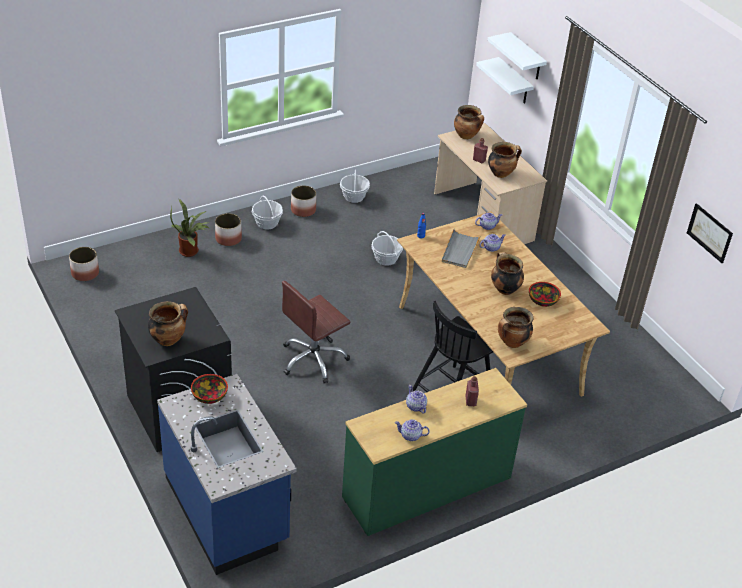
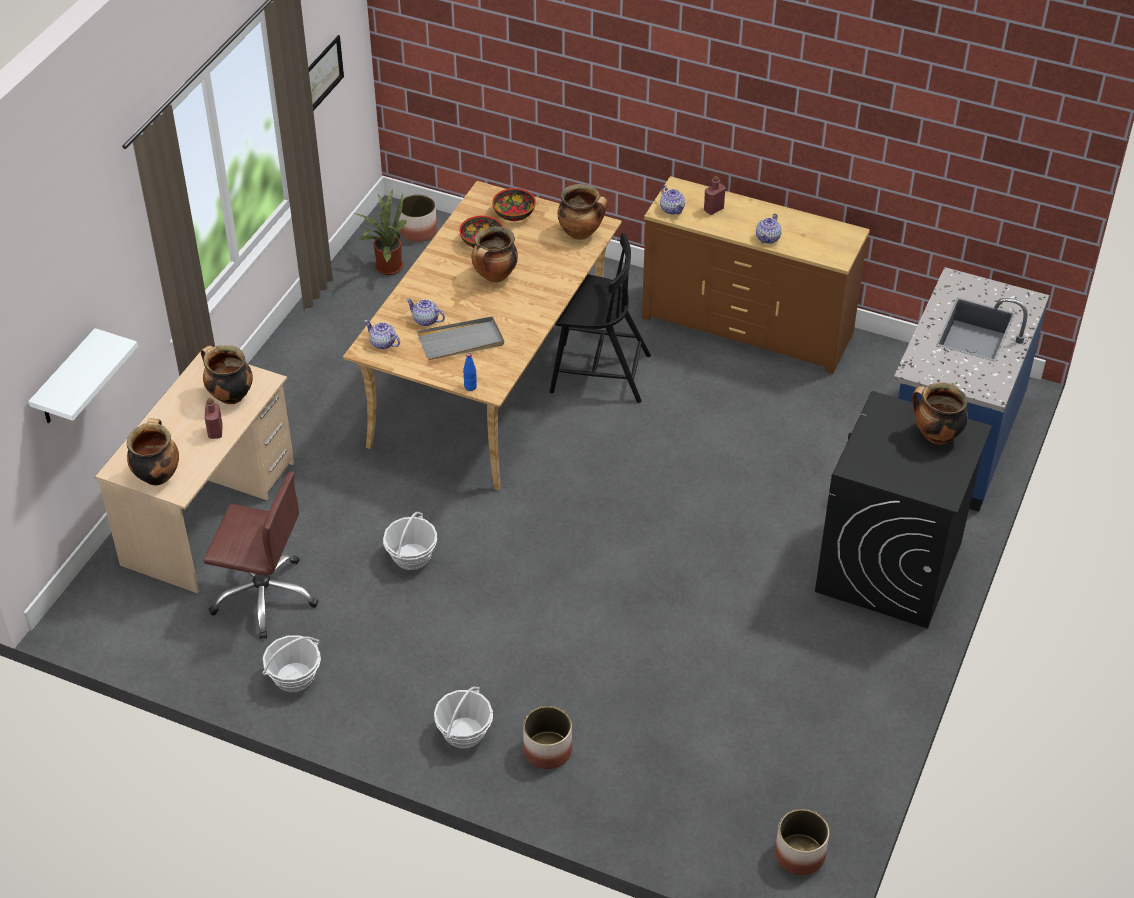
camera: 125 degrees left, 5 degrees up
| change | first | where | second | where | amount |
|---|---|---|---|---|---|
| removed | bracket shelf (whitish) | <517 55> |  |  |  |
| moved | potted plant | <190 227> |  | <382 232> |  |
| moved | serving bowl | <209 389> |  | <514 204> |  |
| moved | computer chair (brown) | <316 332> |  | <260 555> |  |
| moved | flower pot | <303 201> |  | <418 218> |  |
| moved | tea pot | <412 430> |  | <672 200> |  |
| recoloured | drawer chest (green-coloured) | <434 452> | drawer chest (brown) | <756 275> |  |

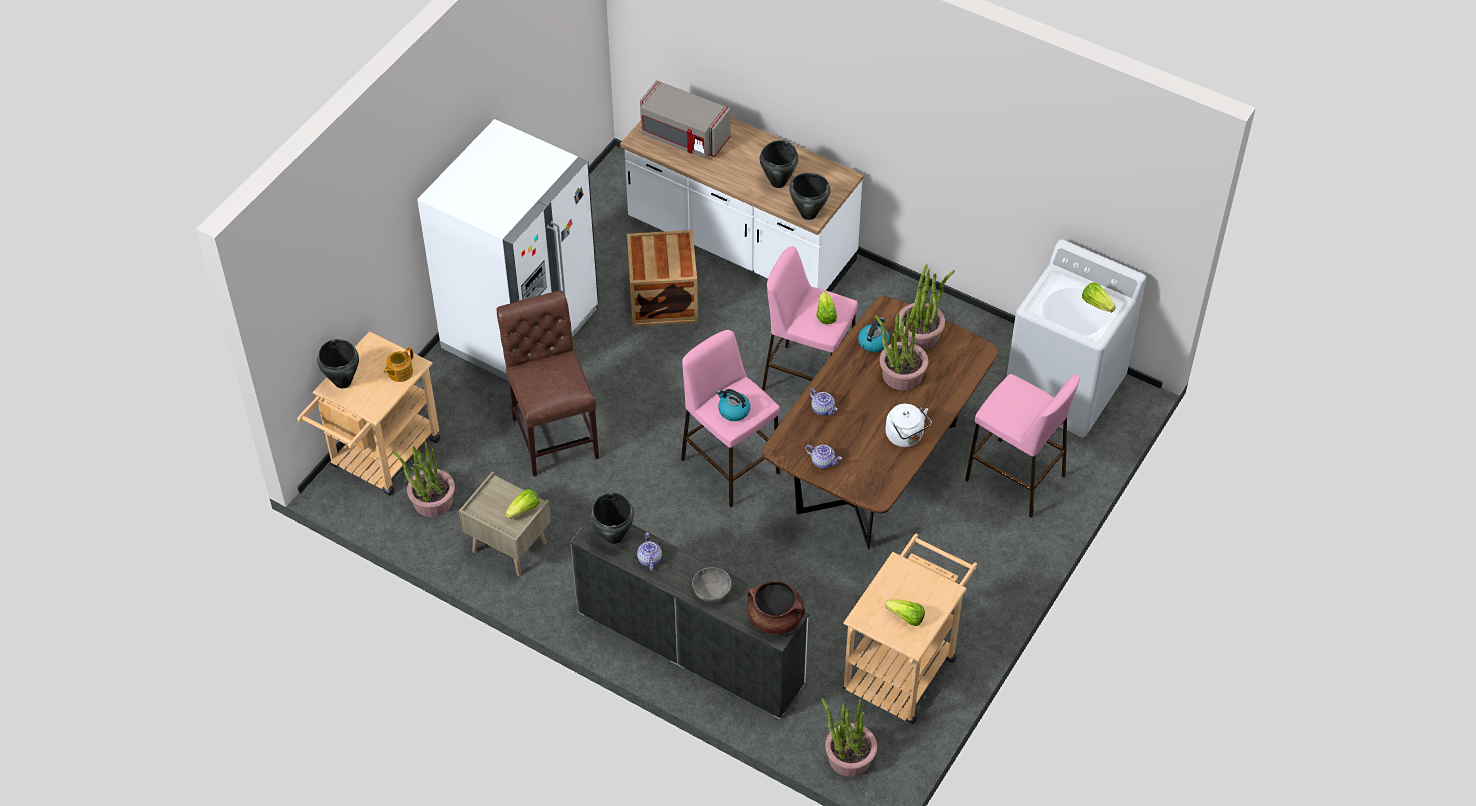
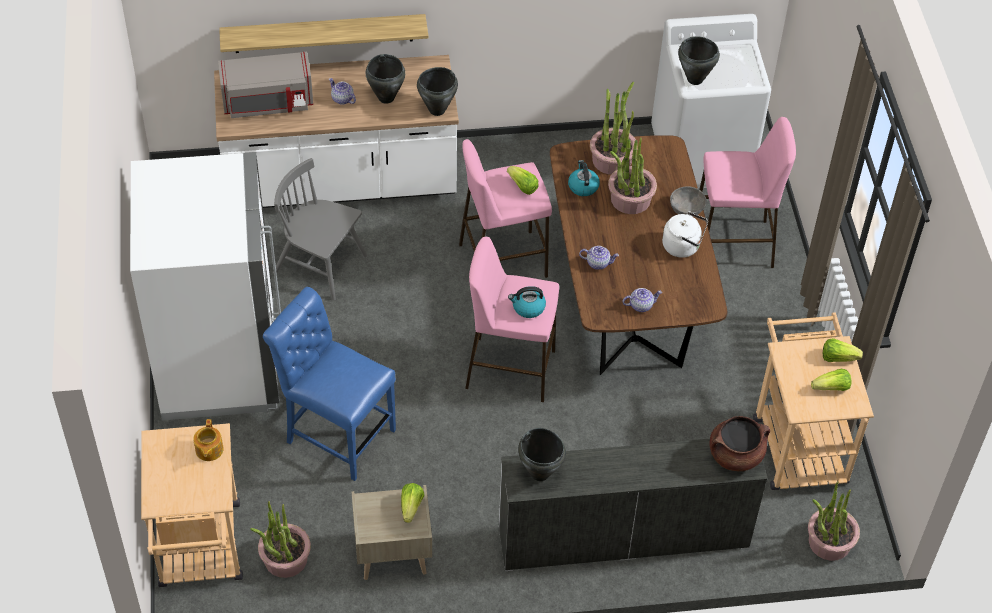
camera: 40 degrees left, 0 degrees up
| change | first | where | second | where | amount |
|---|---|---|---|---|---|
| added |  |  | bracket shelf | <323 33> |  |
| moved | stockpot (blackish) | <338 363> |  | <699 60> |  |
| moved | tea pot | <649 551> |  | <342 91> |  |
| moved | serving bowl (gray) | <712 584> |  | <688 201> |  |
| moved | lettuce head | <1099 297> |  | <843 350> |  |
| replaced | crate | <662 278> | chair (gray) | <320 229> |  |
| recoloured | chair (brown) | <547 384> | chair (bluish) | <329 384> |  |

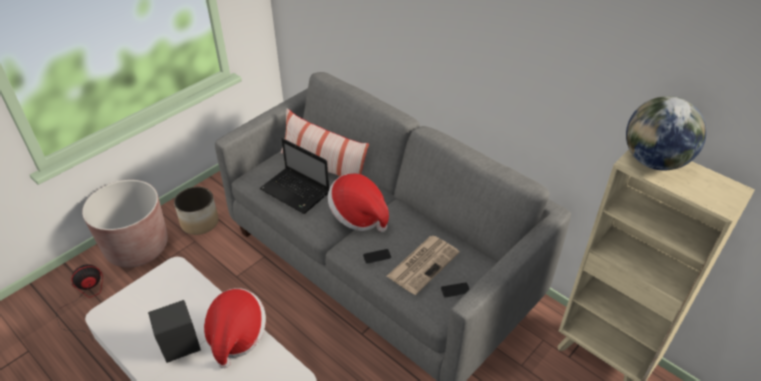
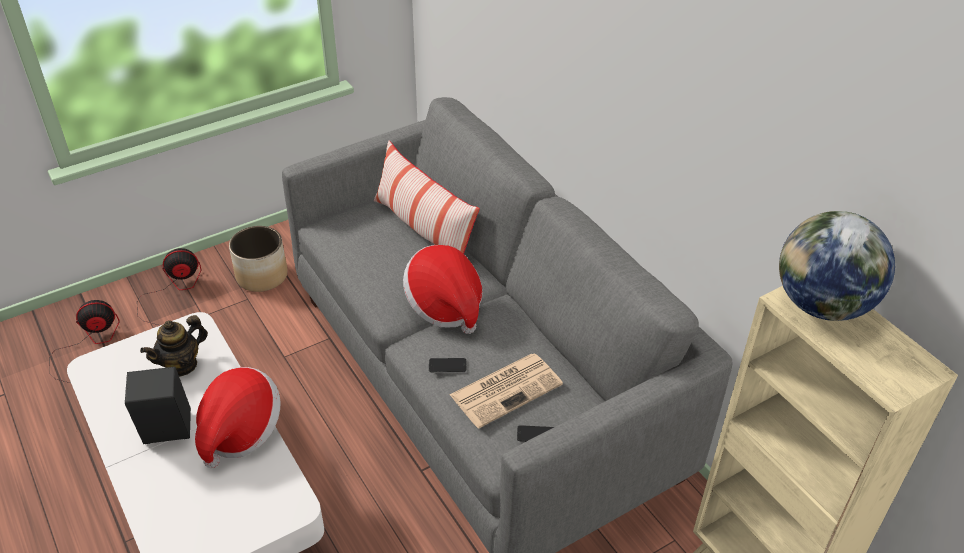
camera: 15 degrees right, 0 degrees up
| change | first | where | second | where | amount |
|---|---|---|---|---|---|
| removed | notebook computer | <294 176> |  |  |  |
| added |  |  | tea pot | <174 346> |  |
| replaced | flower pot (brown) | <125 224> | cooling fan | <169 286> |  |

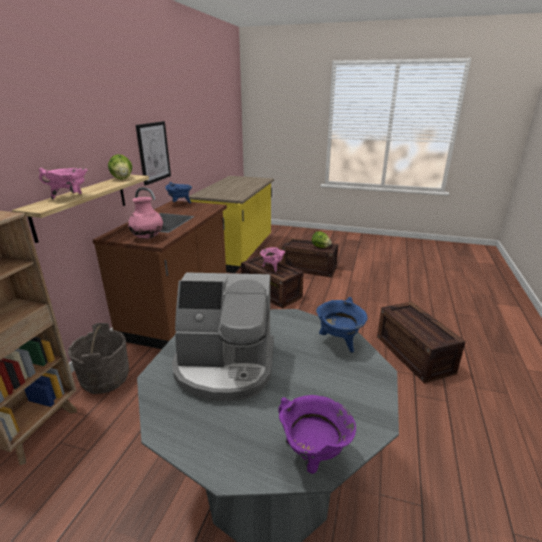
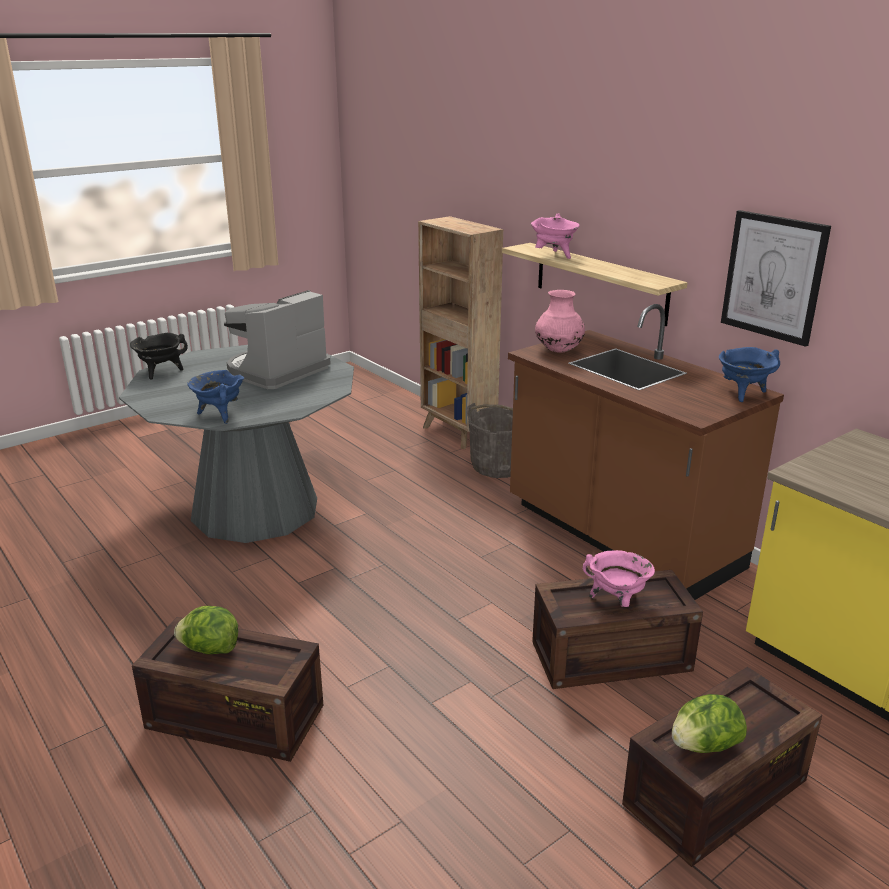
camera: 125 degrees right, 0 degrees up
| change | first | where | second | where | amount |
|---|---|---|---|---|---|
| moved | lettuce head | <120 167> |  | <206 630> |  |
| recoloured | stockpot (purple-coloured) | <317 434> | stockpot (blackish) | <159 356> |  |

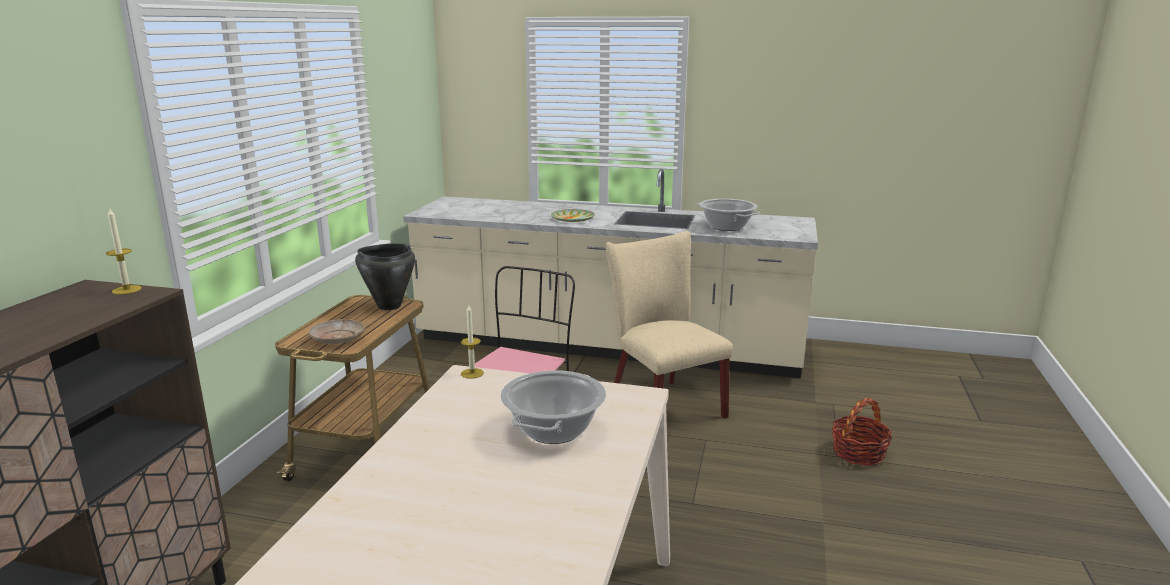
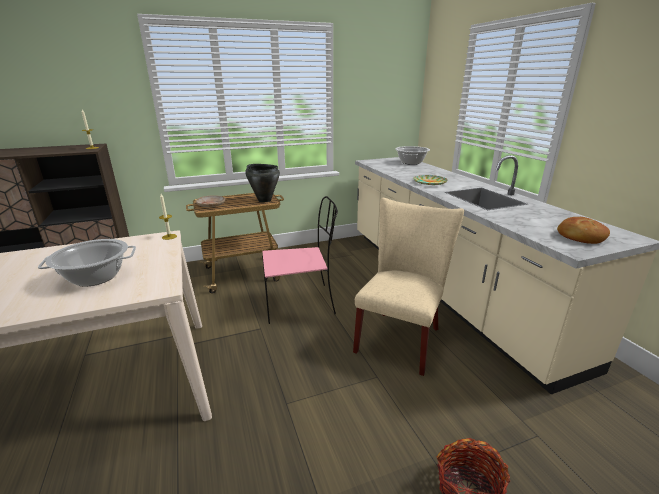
camera: 55 degrees right, 5 degrees up
| change | first | where | second | where | amount |
|---|---|---|---|---|---|
| added |  |  | bread | <583 230> |  |
| moved | stockpot | <729 215> |  | <412 155> |  |

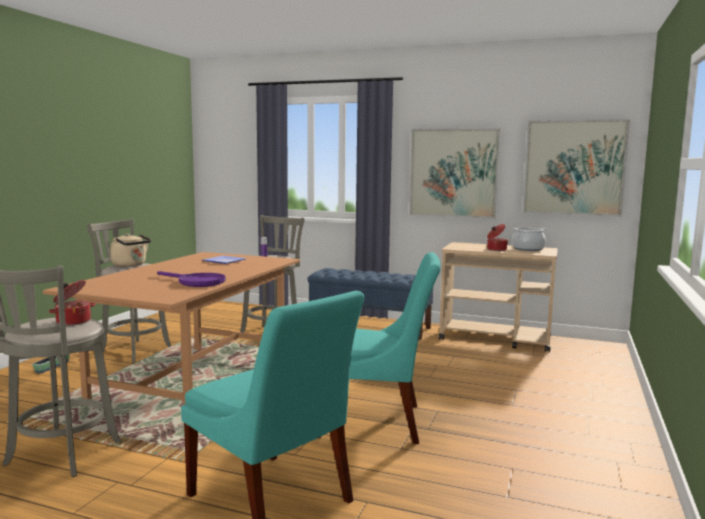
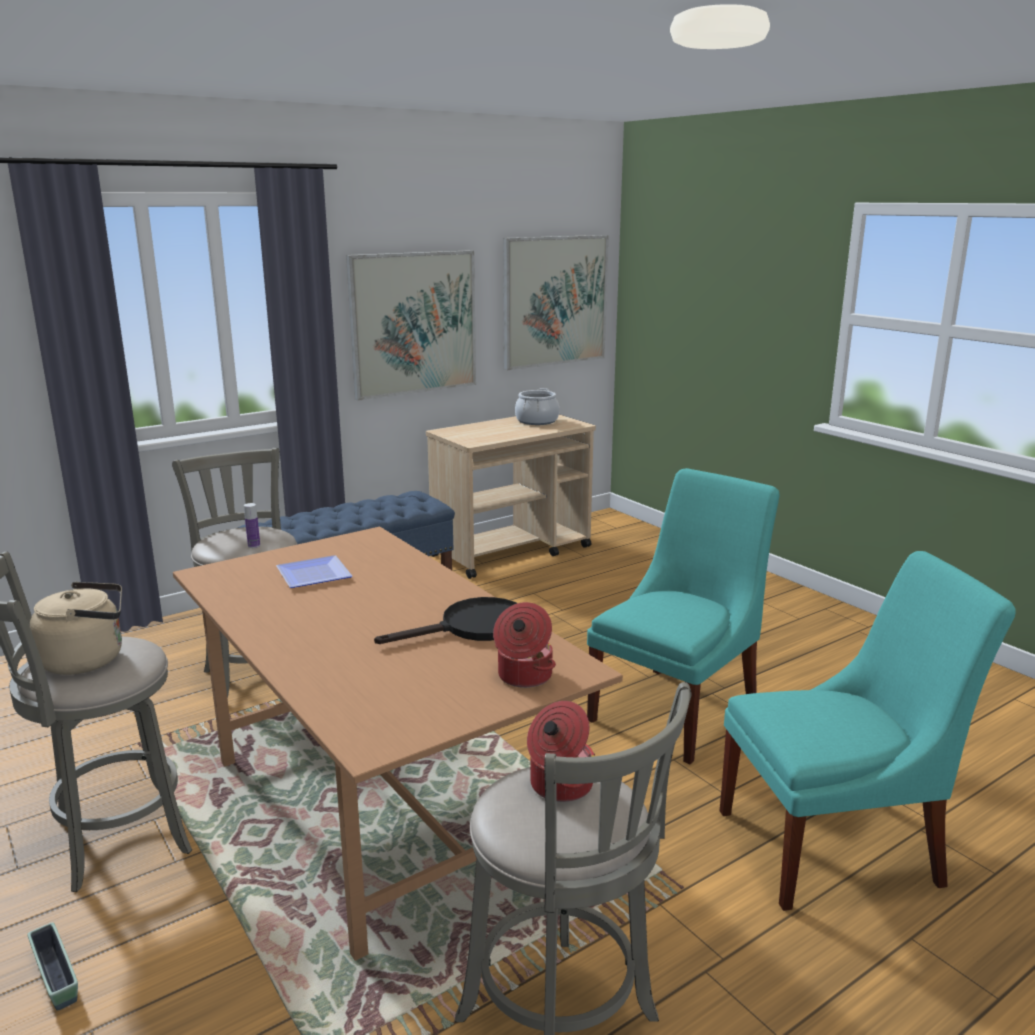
camera: 55 degrees left, 10 degrees up
| change | first | where | second | where | amount |
|---|---|---|---|---|---|
| moved | stockpot | <497 237> |  | <524 645> |  |
| recoloured | frying pan (purple-coloured) | <191 279> | frying pan (blackish) | <445 620> |  |

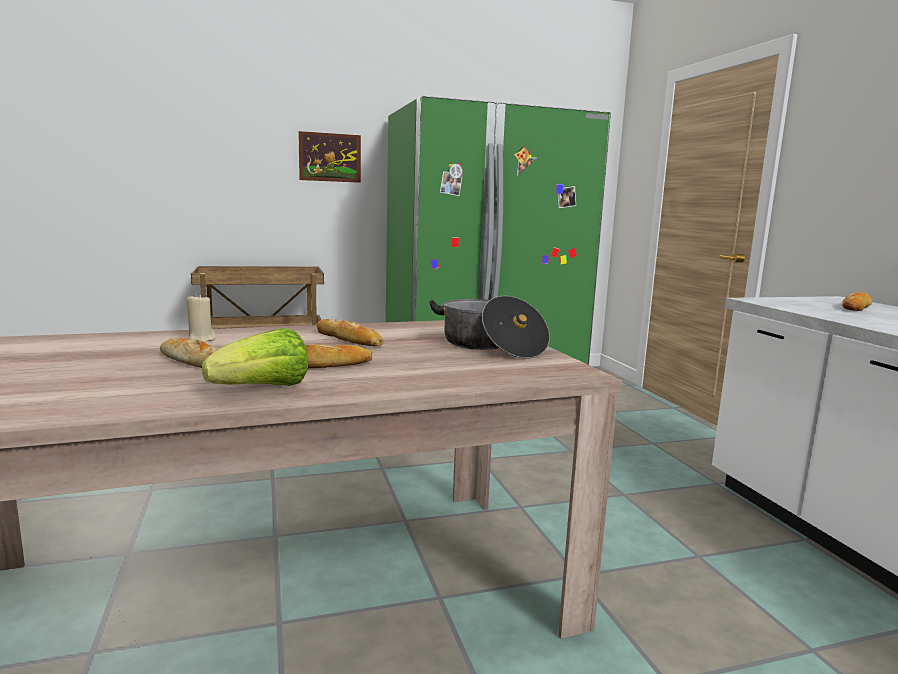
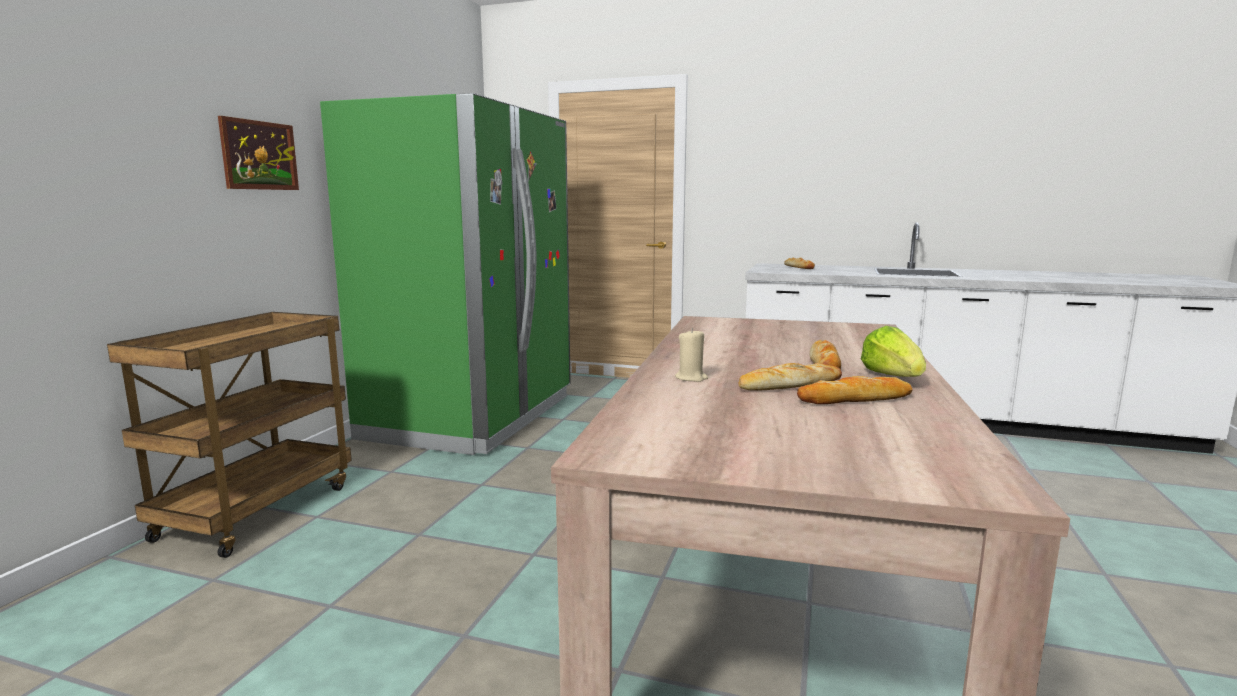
camera: 55 degrees left, 0 degrees up
| change | first | where | second | where | amount |
|---|---|---|---|---|---|
| removed | stockpot | <489 327> |  |  |  |
| moved | bread | <350 332> |  | <855 390> |  |

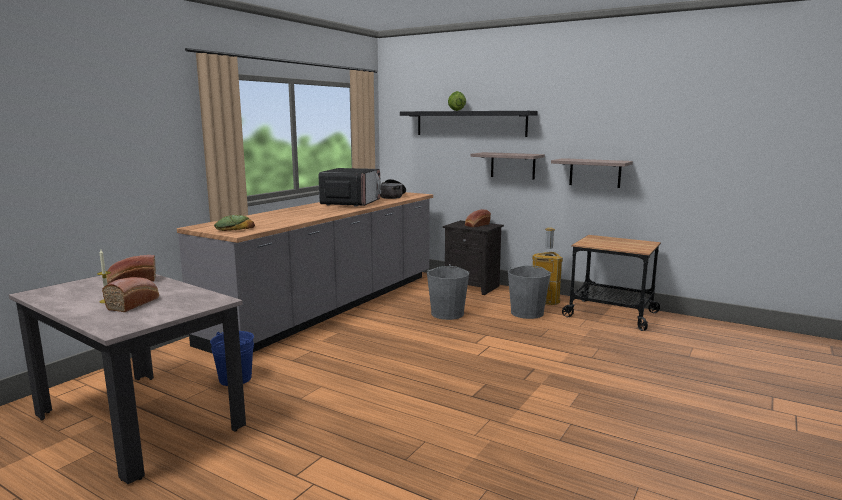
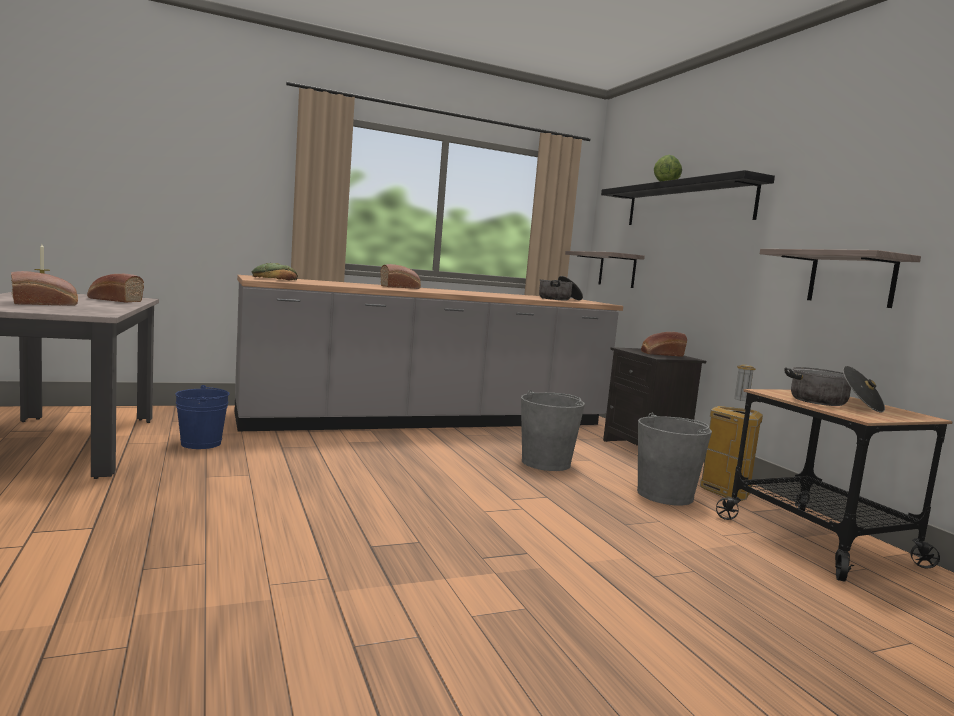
camera: 35 degrees right, 5 degrees down
| change | first | where | second | where | amount |
|---|---|---|---|---|---|
| removed | microwave oven | <350 187> |  |  |  |
| added |  |  | bread | <401 276> |  |
| added |  |  | stockpot | <834 389> |  |
| moved | bracket shelf | <507 166> |  | <605 269> |  |

